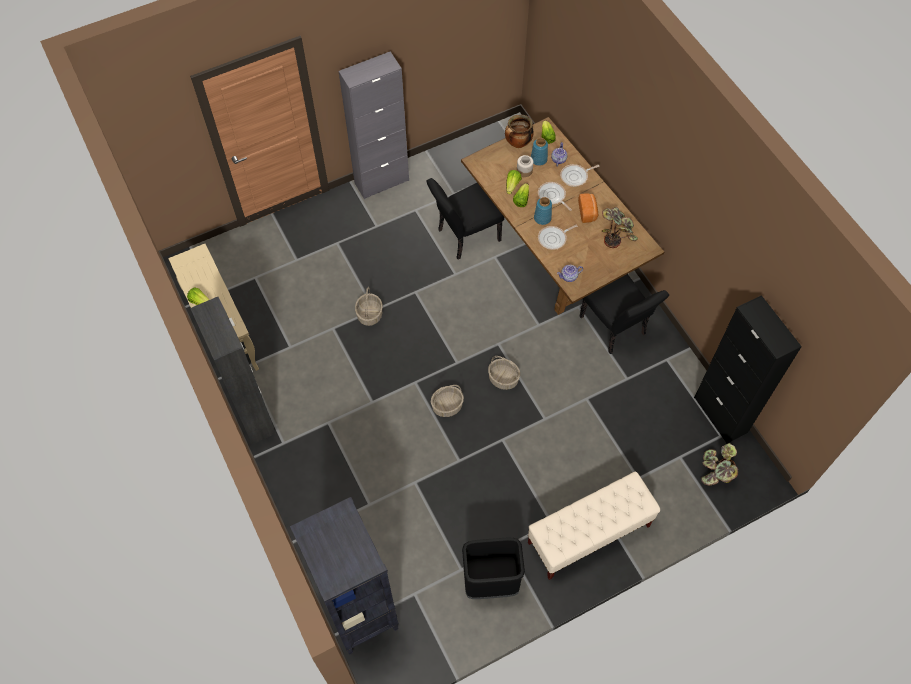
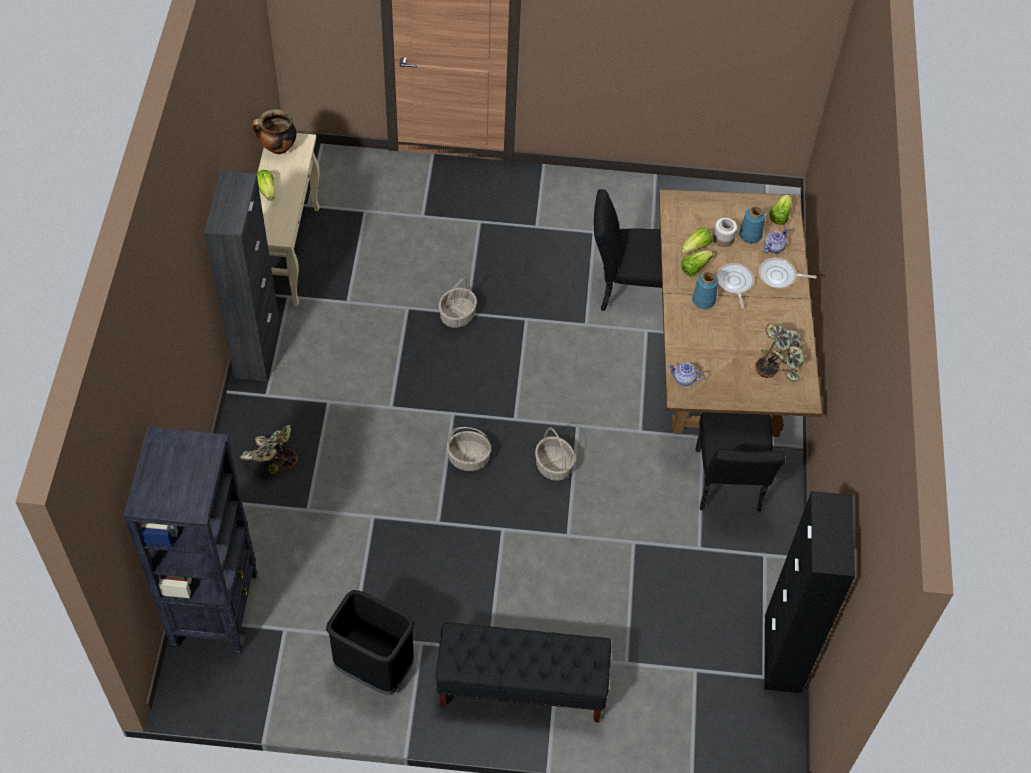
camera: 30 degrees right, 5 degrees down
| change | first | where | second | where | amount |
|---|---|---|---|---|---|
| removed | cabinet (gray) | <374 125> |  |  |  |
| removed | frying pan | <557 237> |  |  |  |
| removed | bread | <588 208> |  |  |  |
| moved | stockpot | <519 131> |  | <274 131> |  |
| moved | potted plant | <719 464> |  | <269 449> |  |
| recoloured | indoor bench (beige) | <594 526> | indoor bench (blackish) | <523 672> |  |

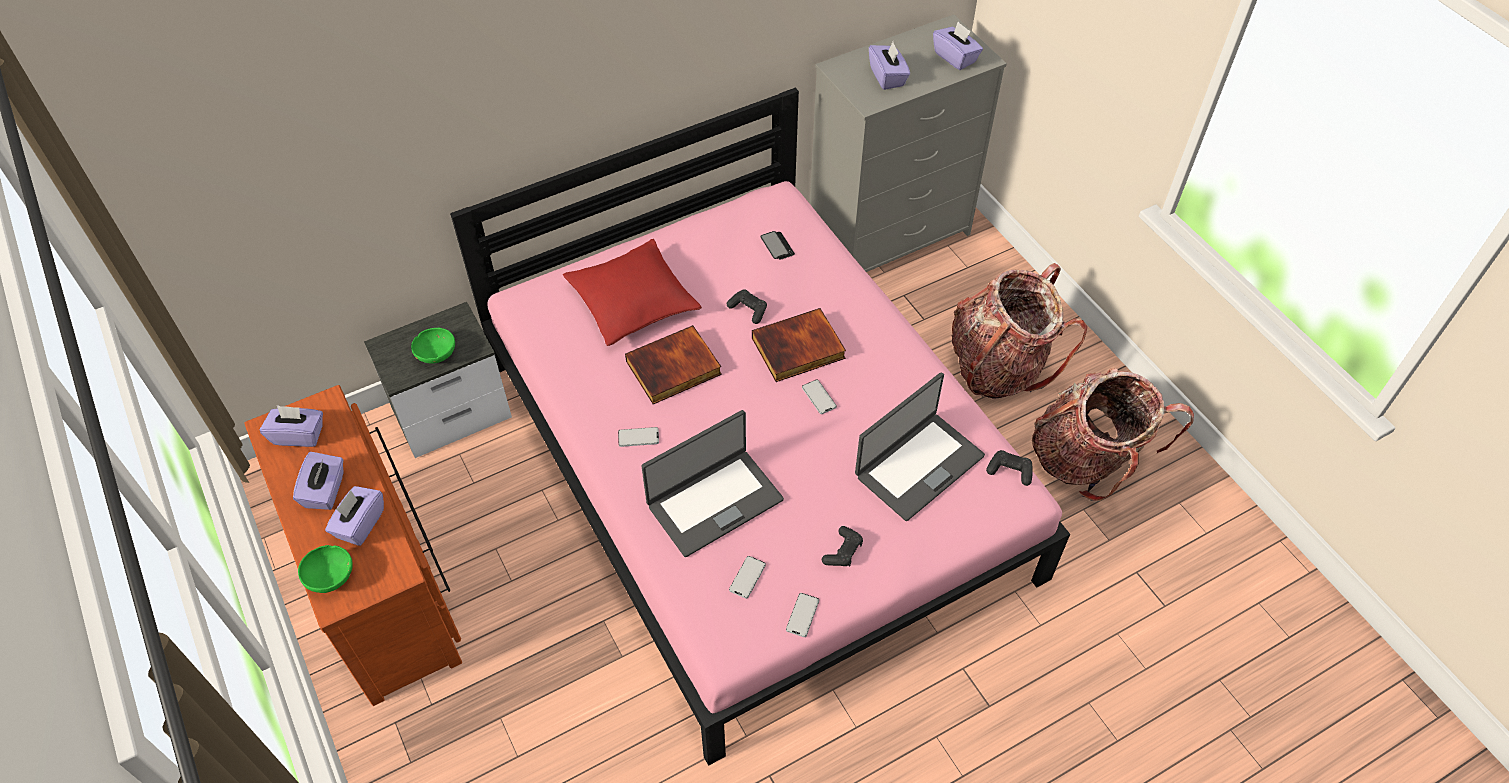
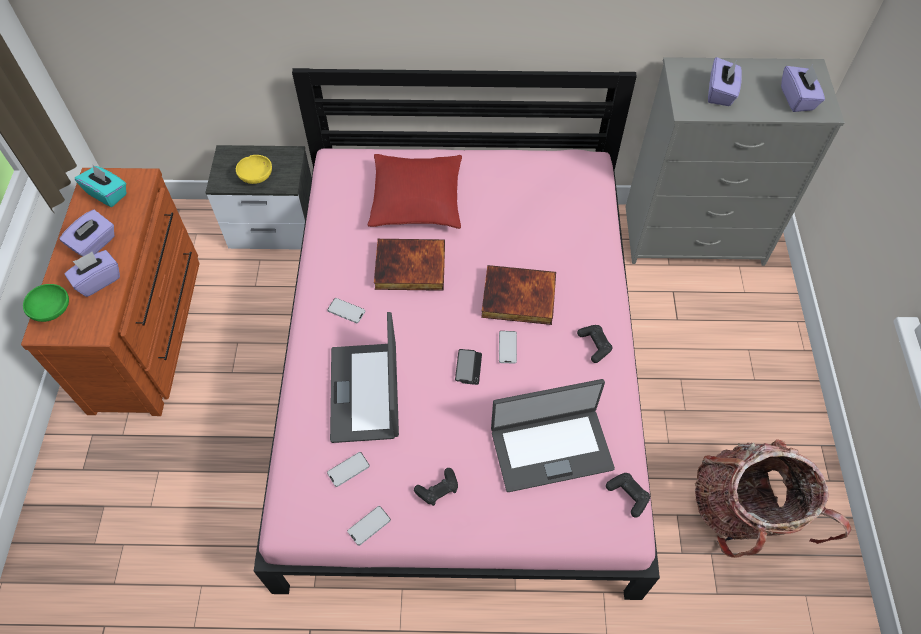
camera: 30 degrees right, 5 degrees up
| change | first | where | second | where | amount |
|---|---|---|---|---|---|
| removed | backpack | <1020 331> |  |  |  |
| moved | game controller (blackish) | <747 306> |  | <595 344> |  |
| moved | handset | <777 245> |  | <468 367> |  |
| recoloured | tissue box (purple-coloured) | <291 426> | tissue box (blue-green) | <100 186> |  |
| recoloured | serving bowl (green-coloured) | <433 346> | serving bowl (yellow) | <254 169> |  |
| turned | notebook computer | <712 483> |  | <364 377> | 90 degrees clockwise |

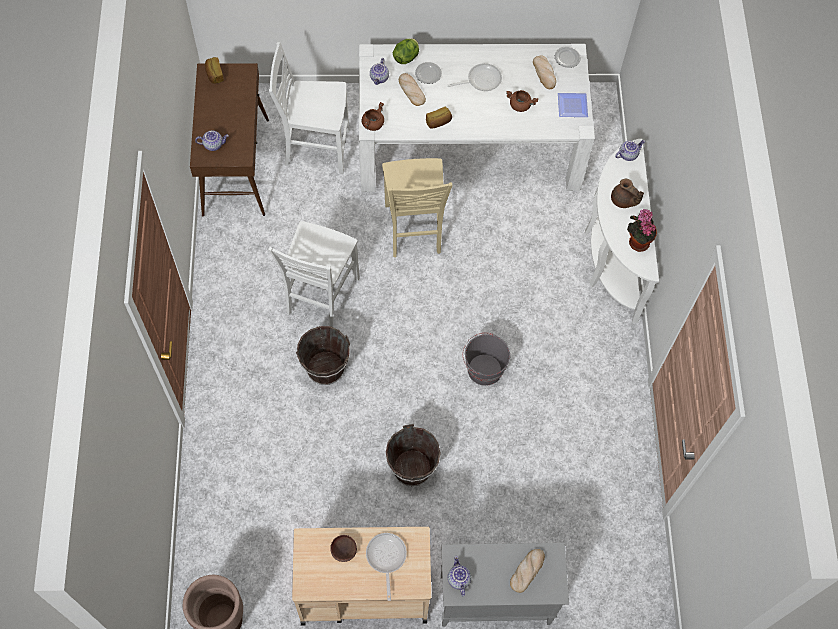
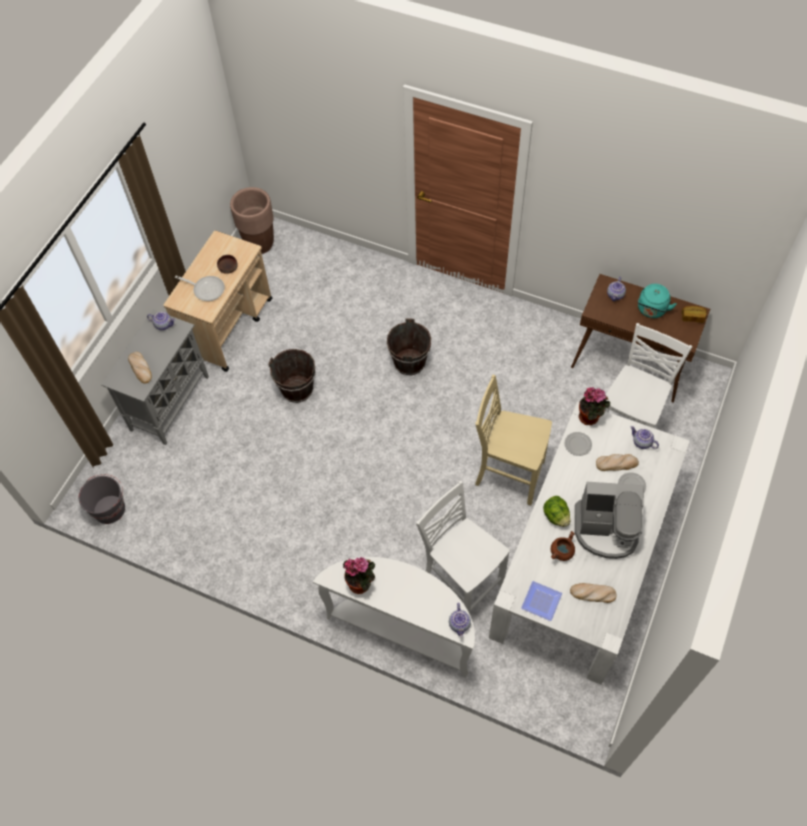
camera: 120 degrees right, 5 degrees down
| change | first | where | second | where | amount |
|---|---|---|---|---|---|
| removed | bread | <439 118> |  |  |  |
| removed | tea pot (brown) | <627 193> |  |  |  |
| added |  |  | tea kettle (blue-green) | <657 301> |  |
| moved | chair (whitish) | <314 274> |  | <463 547> |  |
| moved | lettuce head | <406 51> |  | <556 511> |  |
| moved | bucket (gray) | <486 359> |  | <102 499> |  |
| moved | plate | <568 57> |  | <578 444> |  |
| replaced | stockpot (brown) | <372 116> | potted plant | <594 406> |  |
| replaced | frying pan | <475 77> | coffee brewer | <609 520> |  |

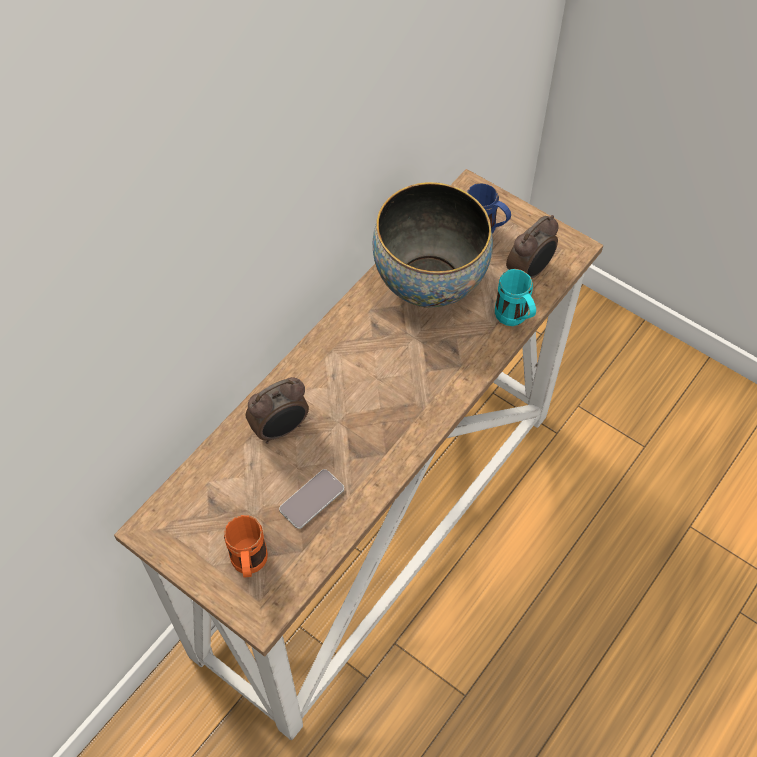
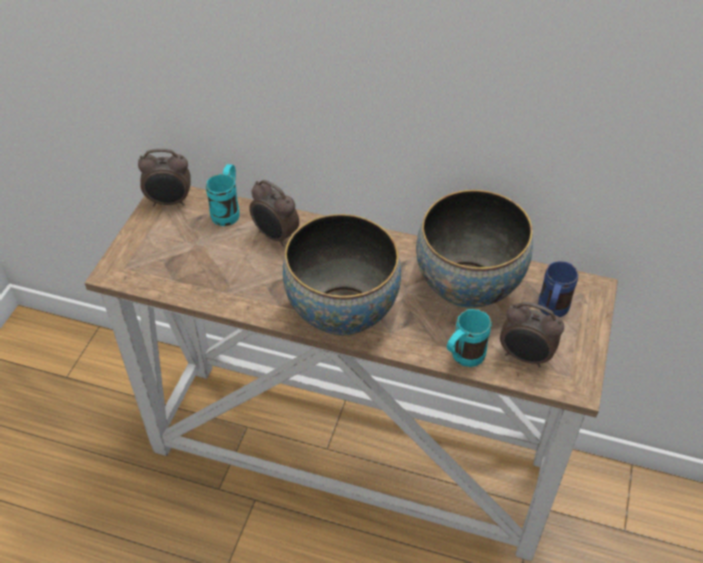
camera: 70 degrees right, 10 degrees down
| change | first | where | second | where | amount |
|---|---|---|---|---|---|
| removed | mug (orangey) | <246 546> |  |  |  |
| removed | handset | <311 499> |  |  |  |
| added |  |  | table clock | <164 177> |  |
| added |  |  | mug (blue-green) | <223 195> |  |
| added |  |  | serving bowl | <342 275> |  |

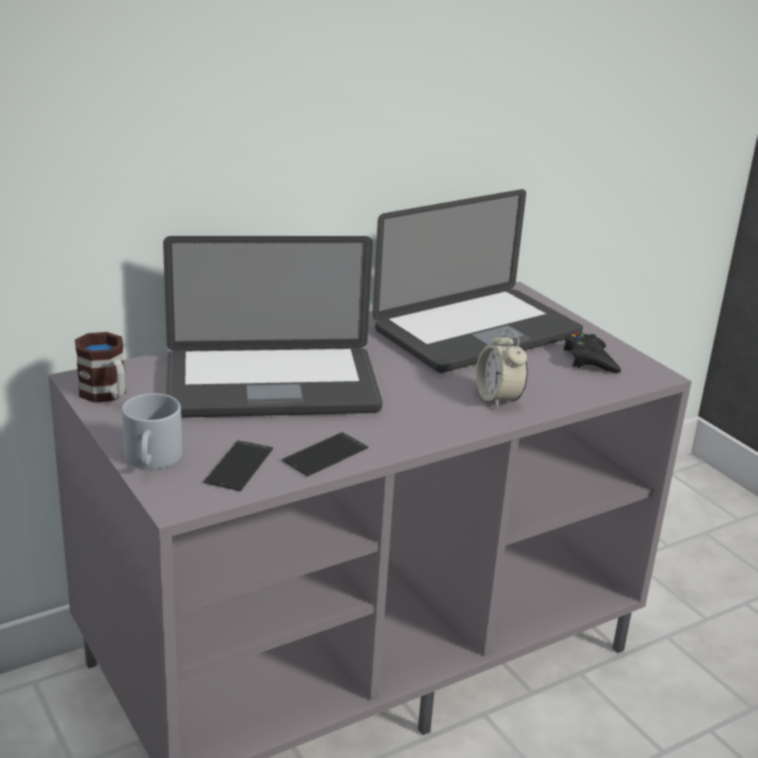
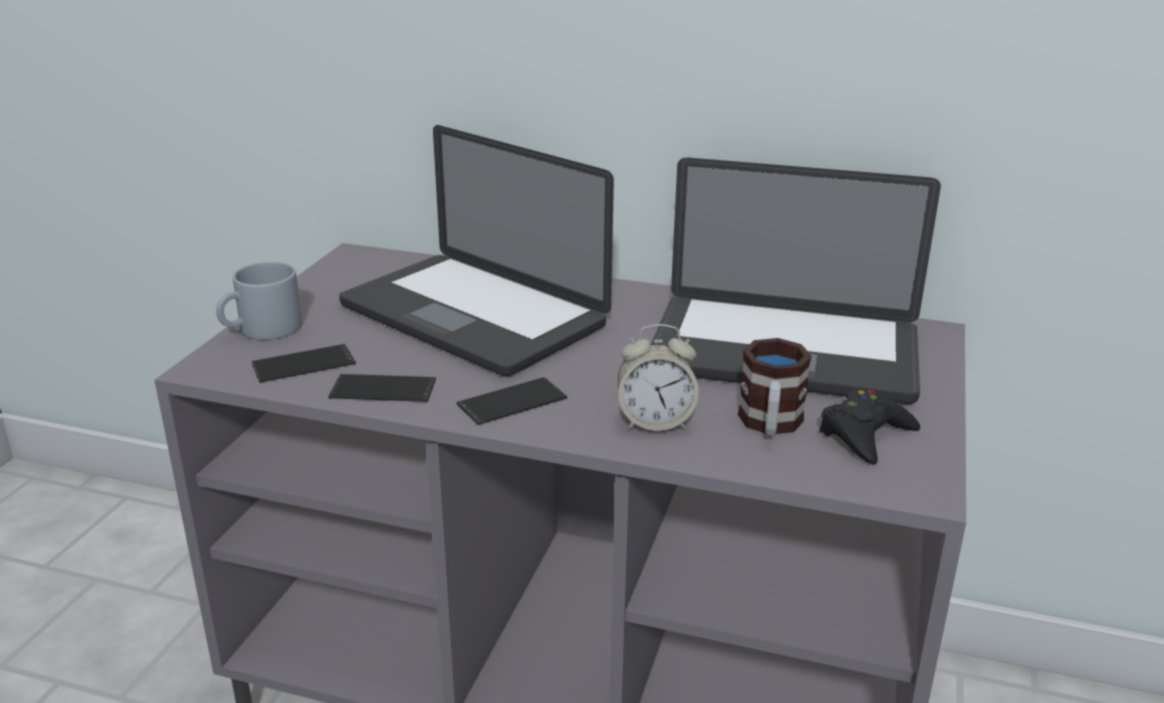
camera: 50 degrees right, 0 degrees up
| change | first | where | second | where | amount |
|---|---|---|---|---|---|
| added |  |  | handset | <512 401> |  |
| moved | mug | <100 367> |  | <775 386> |  |
| turned | table clock | <502 369> |  | <658 377> | 120 degrees counterclockwise |

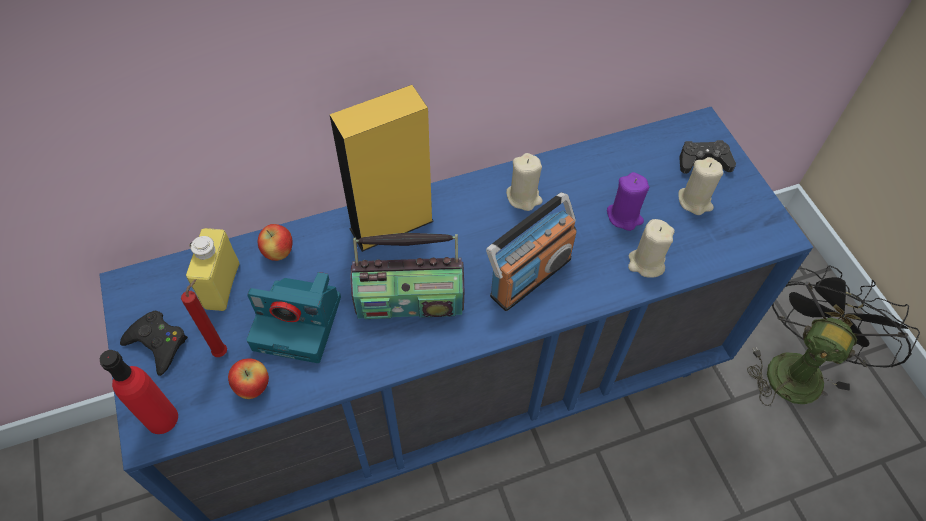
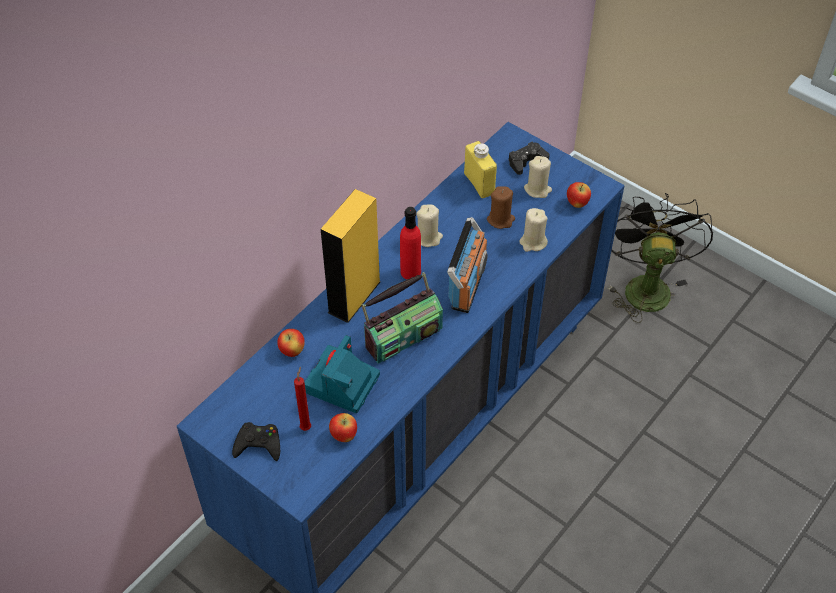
camera: 30 degrees left, 5 degrees down
| change | first | where | second | where | amount |
|---|---|---|---|---|---|
| added |  |  | whole apple | <579 195> |  |
| moved | bottle (reddish) | <139 392> |  | <410 243> |  |
| moved | bottle (yellow) | <213 269> |  | <480 169> |  |
| recoloured | wax light (purple-coloured) | <628 201> | wax light (brown) | <501 207> |  |
| turned | photo camera | <293 317> |  | <342 374> | 135 degrees clockwise |

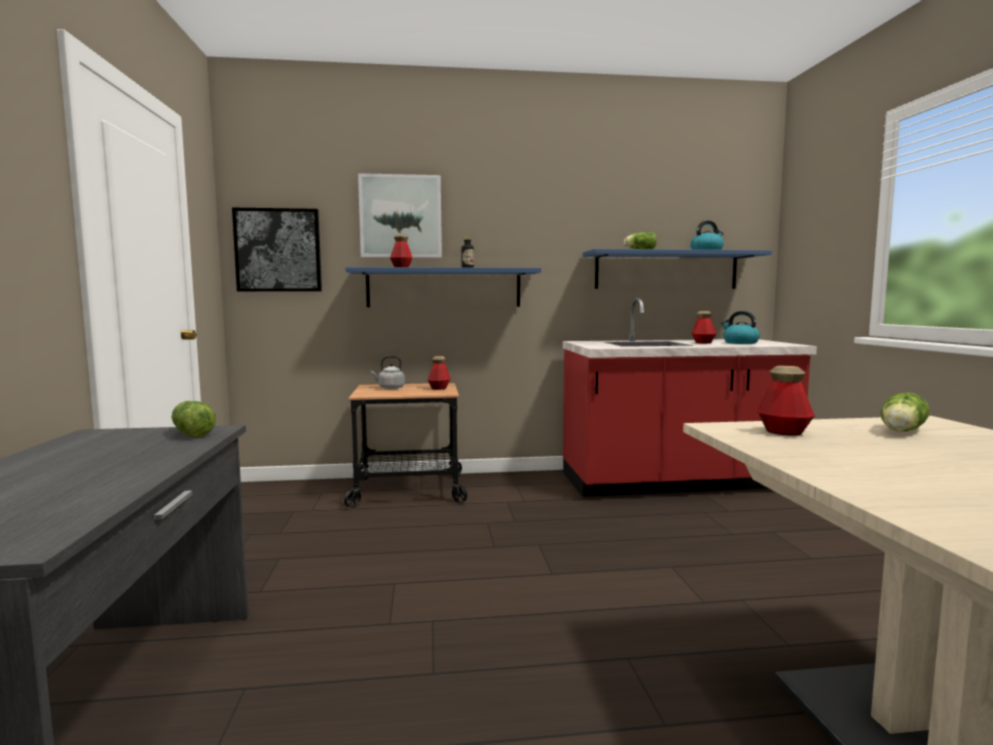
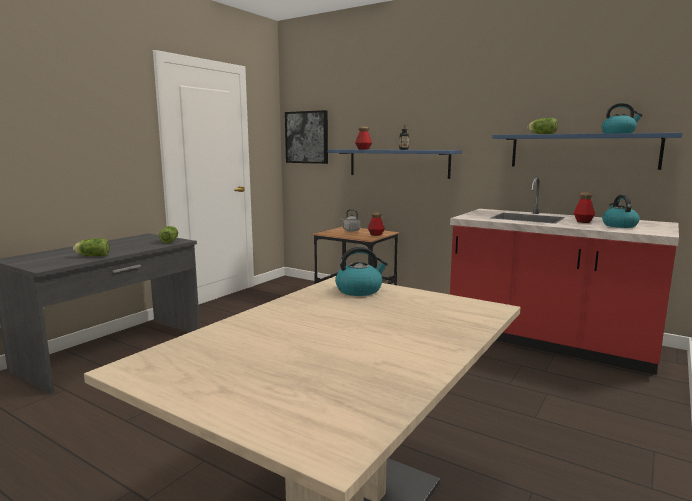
camera: 40 degrees right, 5 degrees up
| change | first | where | second | where | amount |
|---|---|---|---|---|---|
| removed | wall art | <400 215> |  |  |  |
| moved | lettuce head | <905 412> |  | <91 247> |  |
| replaced | bottle | <786 400> | tea kettle | <361 271> |  |

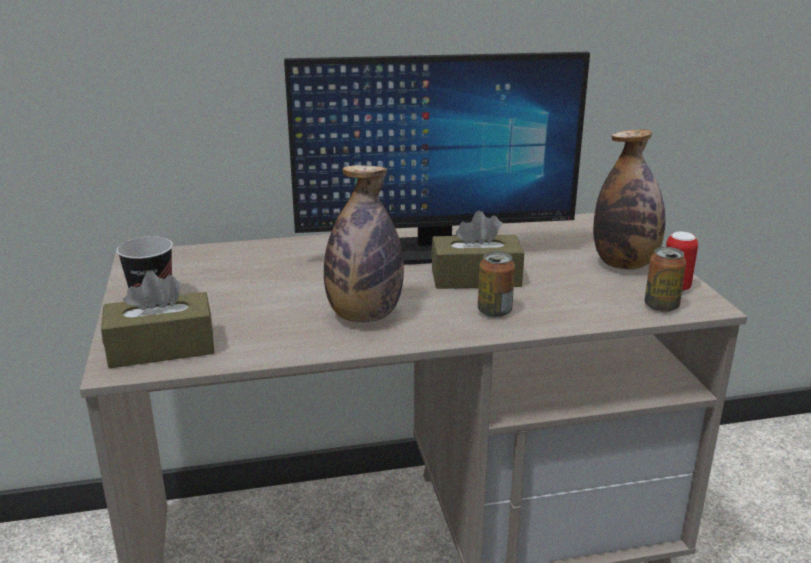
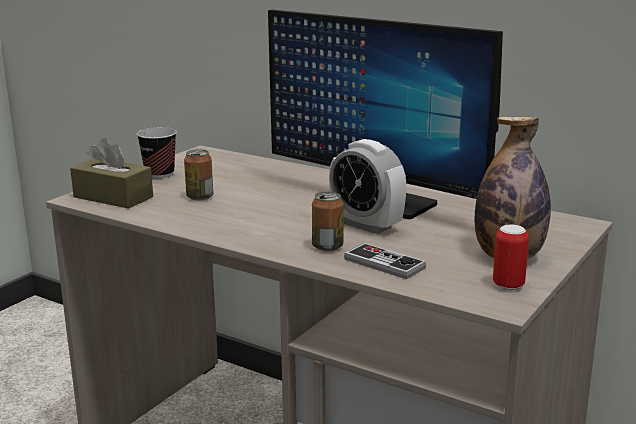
camera: 45 degrees right, 5 degrees down
| change | first | where | second | where | amount |
|---|---|---|---|---|---|
| removed | bottle | <364 243> |  |  |  |
| added |  |  | game controller | <385 261> |  |
| moved | sealed can | <665 279> |  | <198 175> |  |
| replaced | tissue box (brown) | <477 250> | table clock | <368 186> |  |

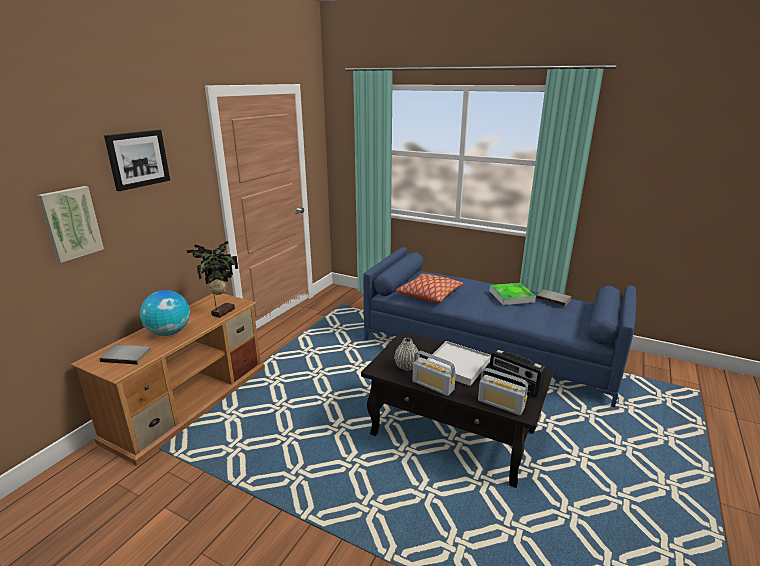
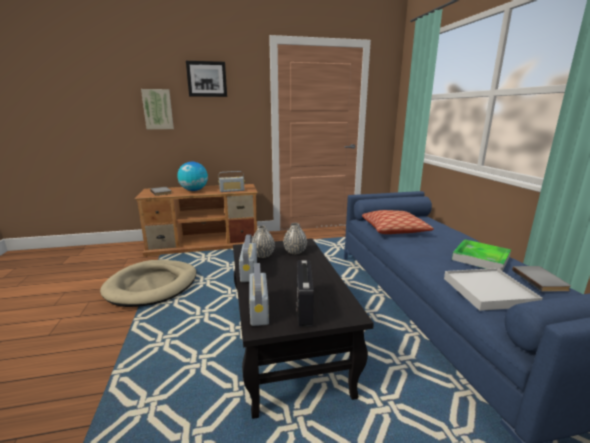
camera: 50 degrees right, 5 degrees down
| change | first | where | second | where | amount |
|---|---|---|---|---|---|
| added |  |  | dog bed (beige) | <148 283> |  |
| added |  |  | flower vase (gray) | <295 238> |  |
| moved | tray (whitish) | <459 363> |  | <493 289> |  |
| replaced | potted plant | <212 279> | radio | <231 181> |  |

